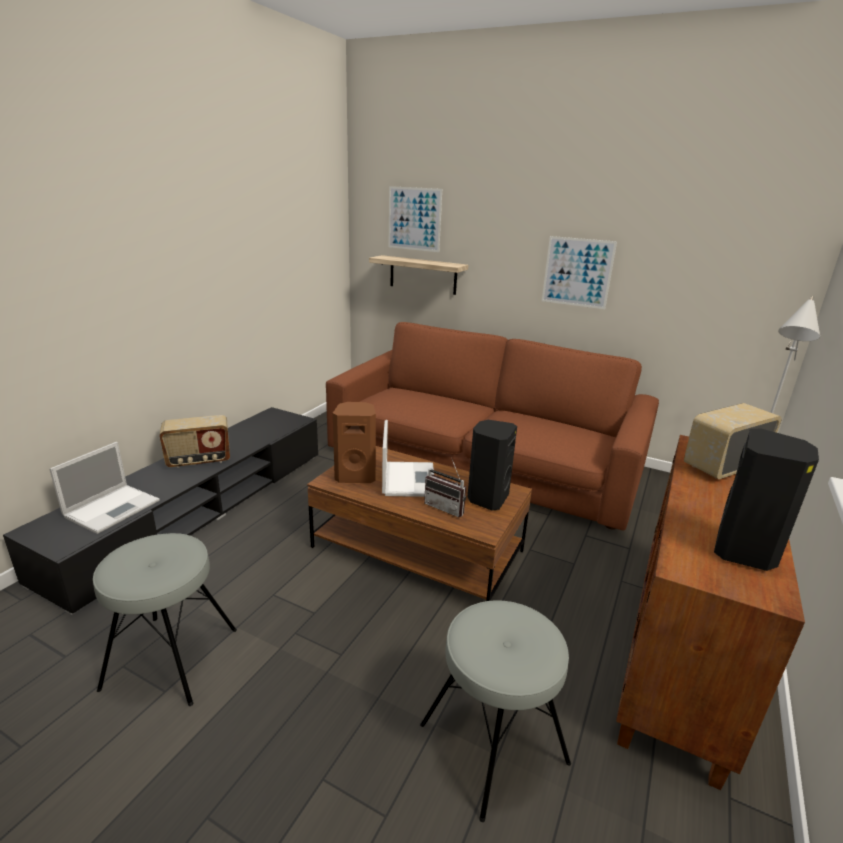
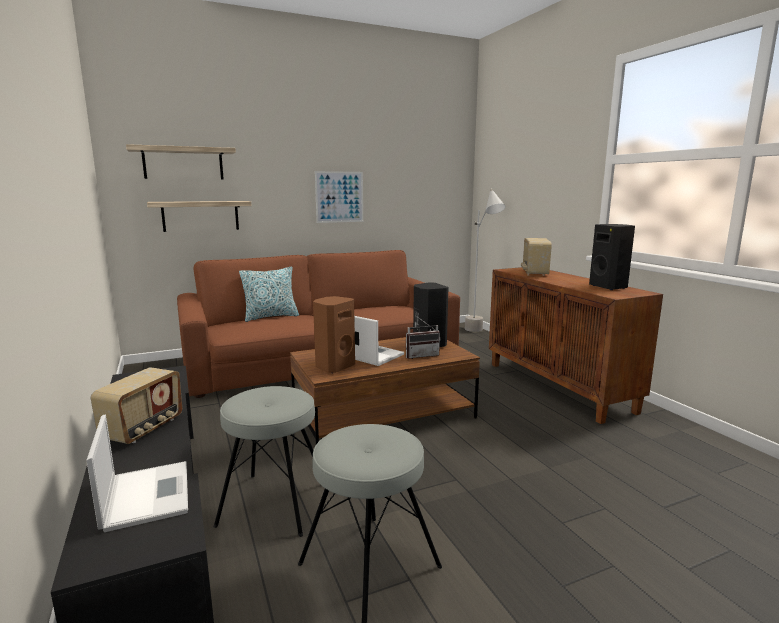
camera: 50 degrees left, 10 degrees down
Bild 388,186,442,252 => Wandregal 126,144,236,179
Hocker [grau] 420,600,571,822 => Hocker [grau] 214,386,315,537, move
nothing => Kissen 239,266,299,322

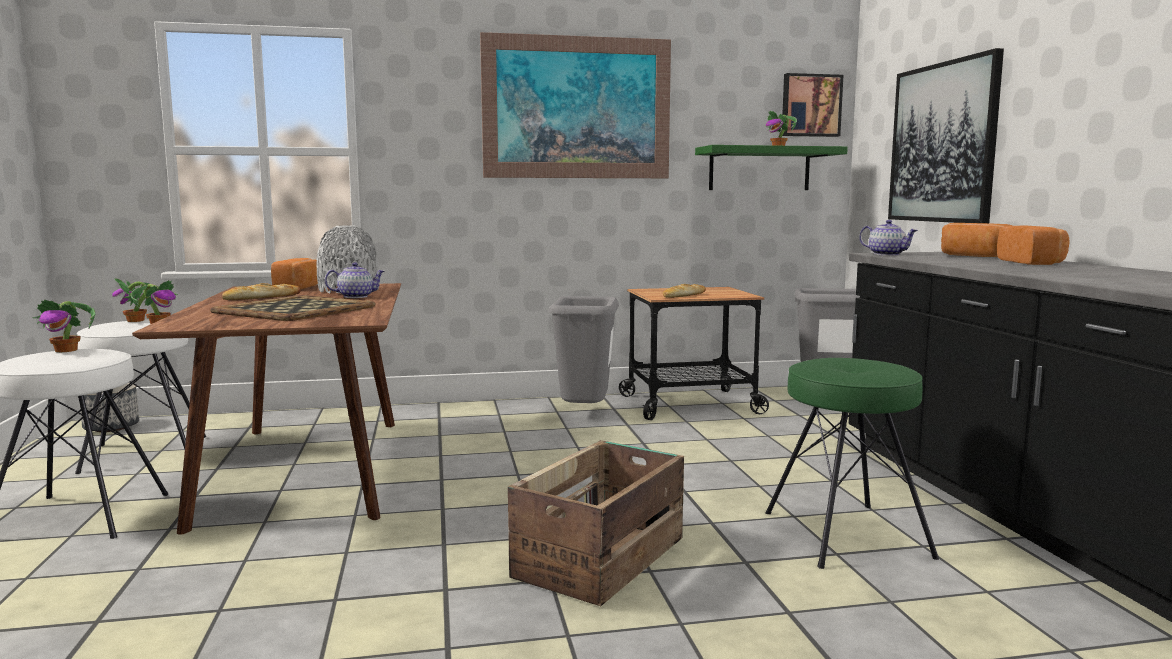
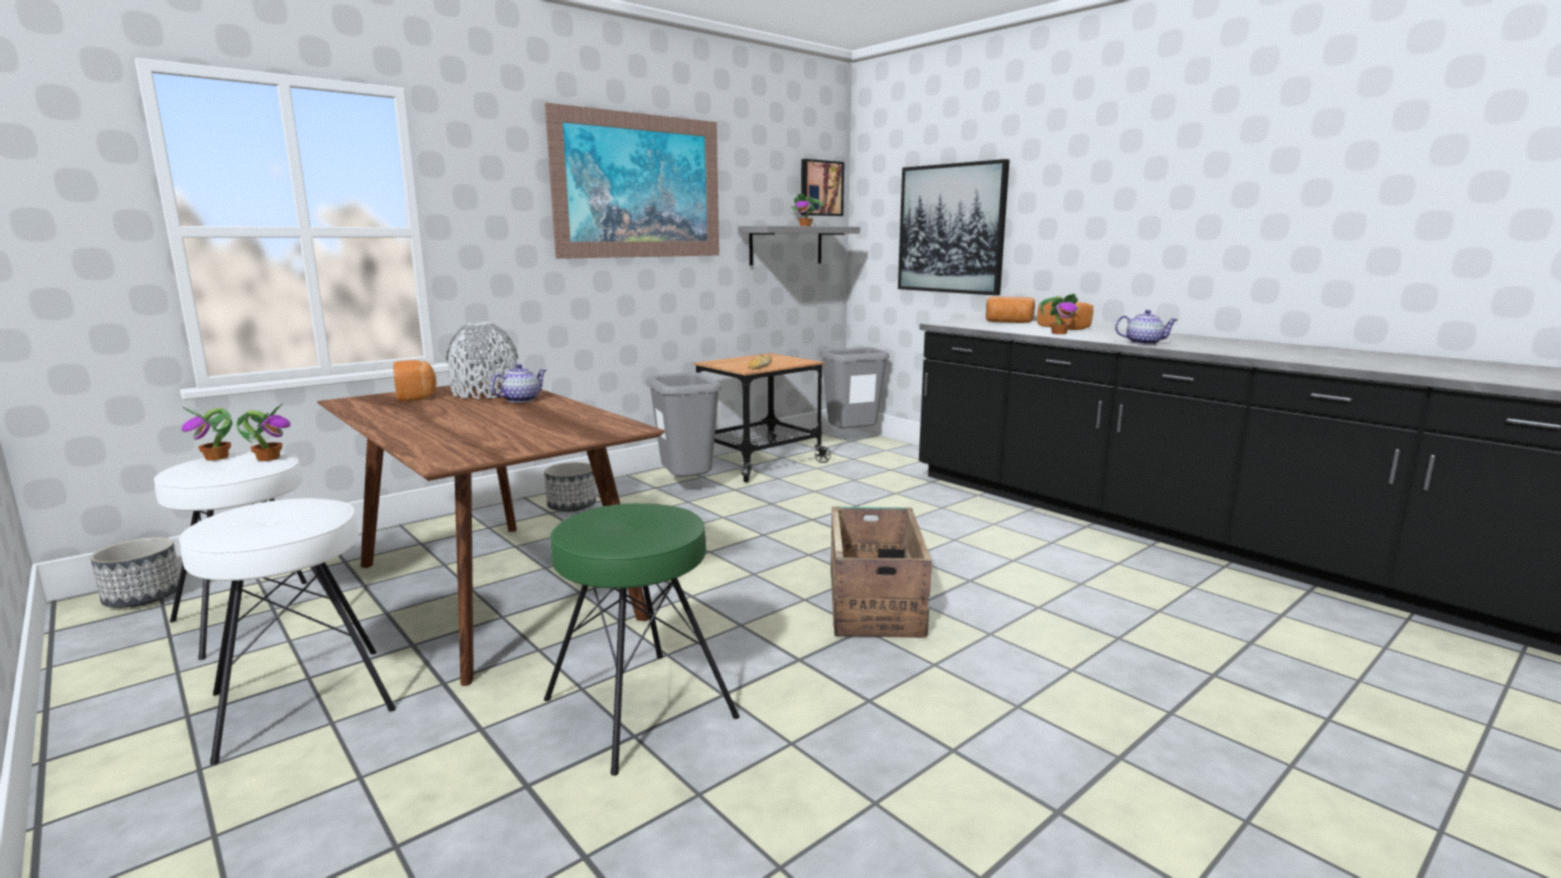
camera: 30 degrees left, 5 degrees up
Wandregal [grün] 695,145,848,190 => Wandregal [grau] 738,226,860,266
Teekanne 859,220,918,256 => Teekanne 1115,310,1178,345, move
Brot 222,283,301,300 => nothing
Tablett 210,295,376,321 => nothing
Topfpflanze 32,300,95,352 => Topfpflanze 1040,293,1080,334, move
Hocker [grün] 766,358,939,569 => Hocker [grün] 544,503,740,776, move
nothing => Pflanzkübel 544,462,596,512

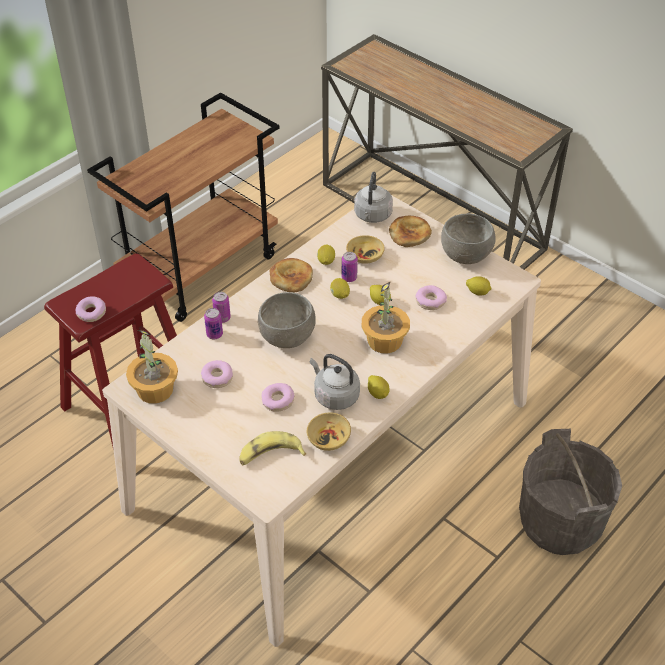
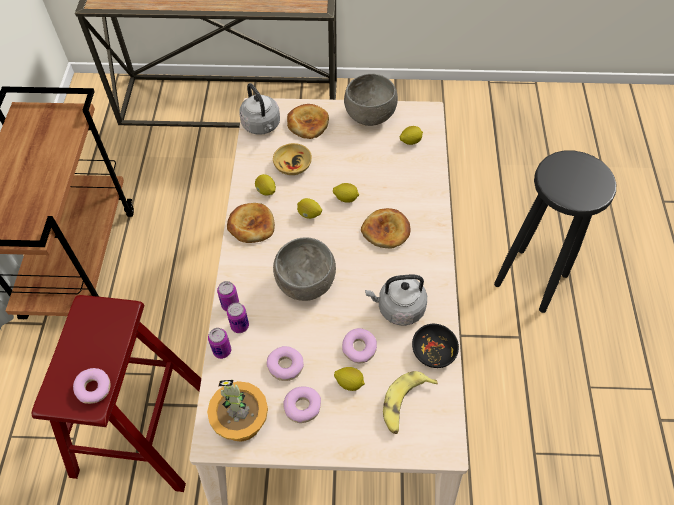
camera: 40 degrees left, 10 degrees up
Dose 342,252,358,282 => Dose 208,328,231,359, move
Topfpflanze 362,281,410,354 => Brot 361,208,411,249
Donut 416,285,447,310 => Donut 283,386,321,423, move
Zitrone 368,375,390,399 => Zitrone 334,367,365,391, move
Schüssel [beige] 307,412,351,451 => Schüssel [schwarz] 412,324,459,368
Eimer [grau] 519,429,622,555 => Hocker [schwarz] 494,150,616,313

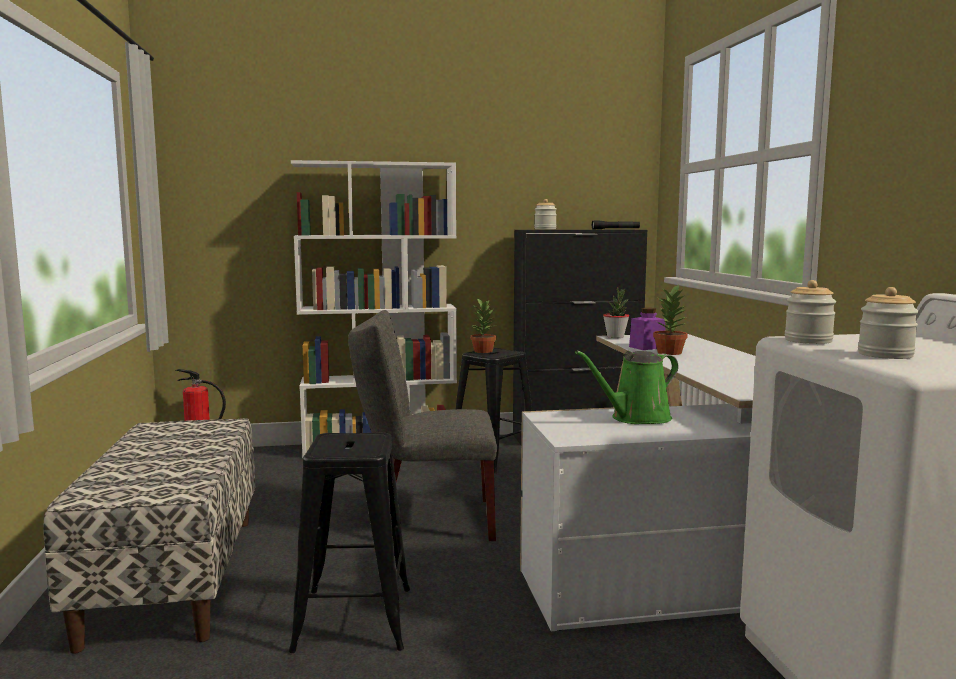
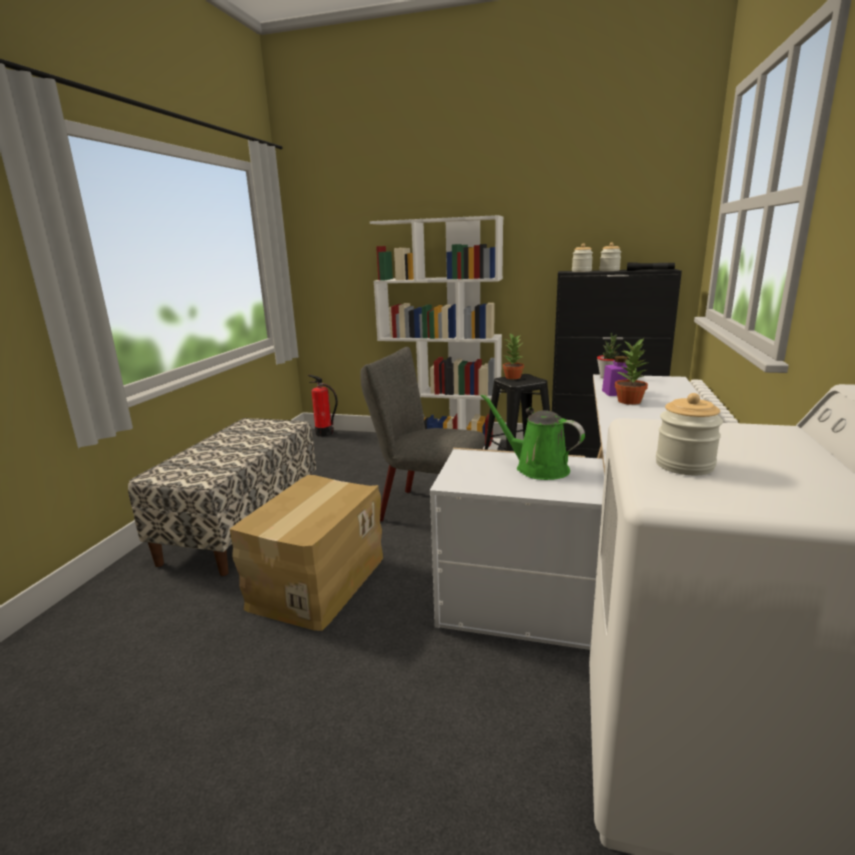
camera: 25 degrees right, 10 degrees up
Vorratsglas 785,280,836,344 => Vorratsglas 599,243,621,271, move
Gießkanne [grün] 575,351,678,424 => Gießkanne [grün] 481,394,585,480, 45 degrees clockwise
Hocker [schwarz] 289,432,410,653 => Karton 230,475,383,631

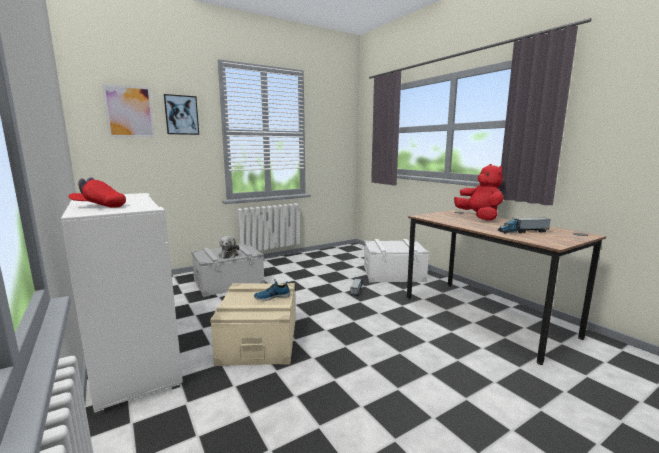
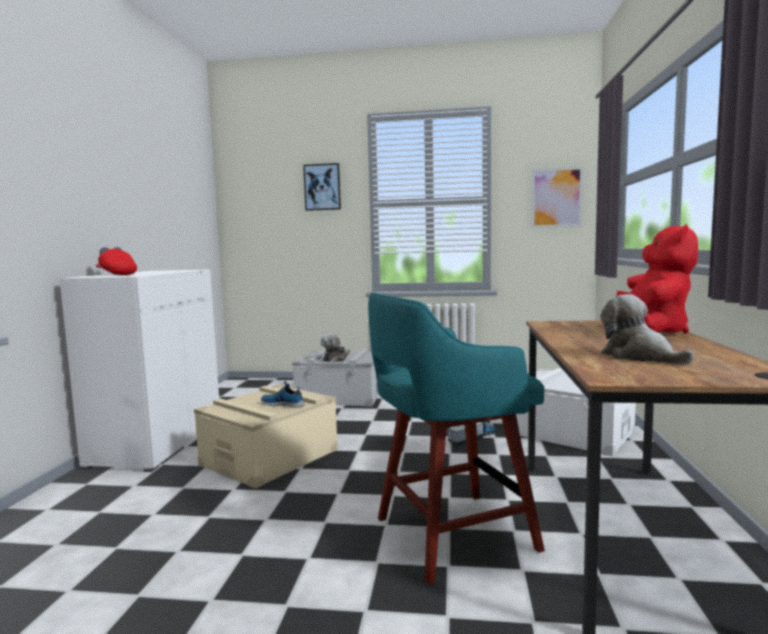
camera: 40 degrees right, 5 degrees down
Bild 102,83,155,138 => Bild 531,167,583,228, move
Spielzeuglaster 498,217,551,234 => Plüschtier 600,294,694,364
nothing => Hocker [türkis] 368,292,545,584

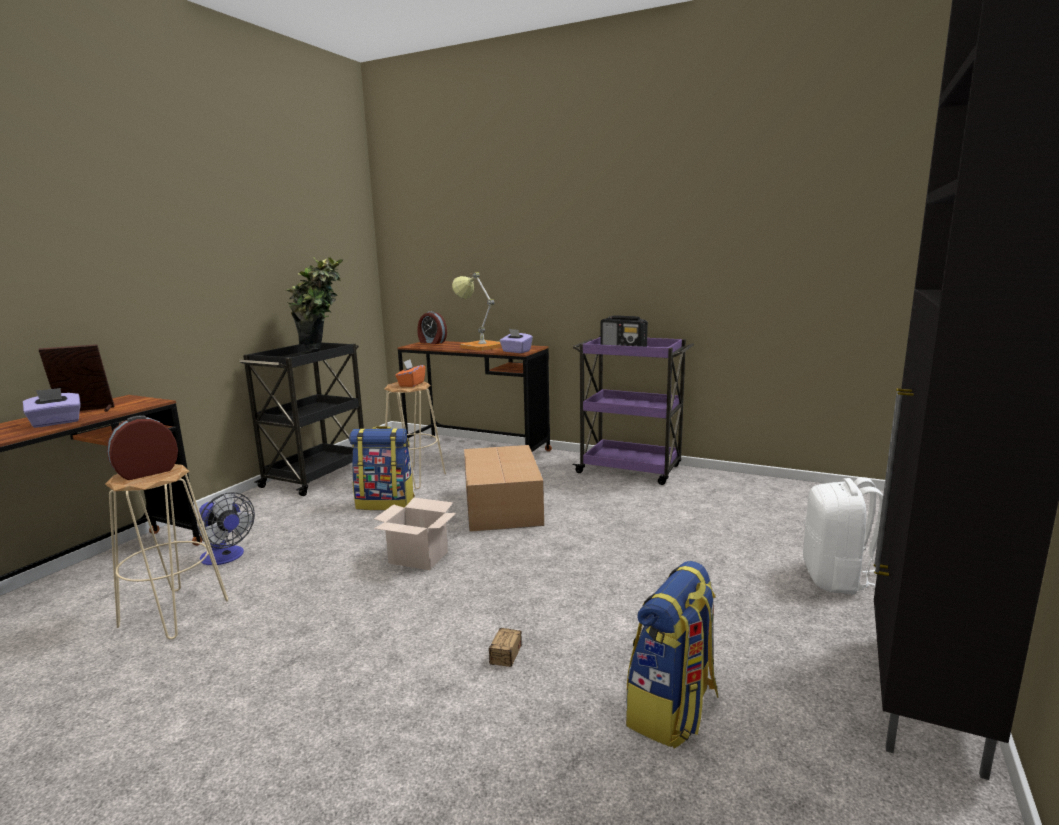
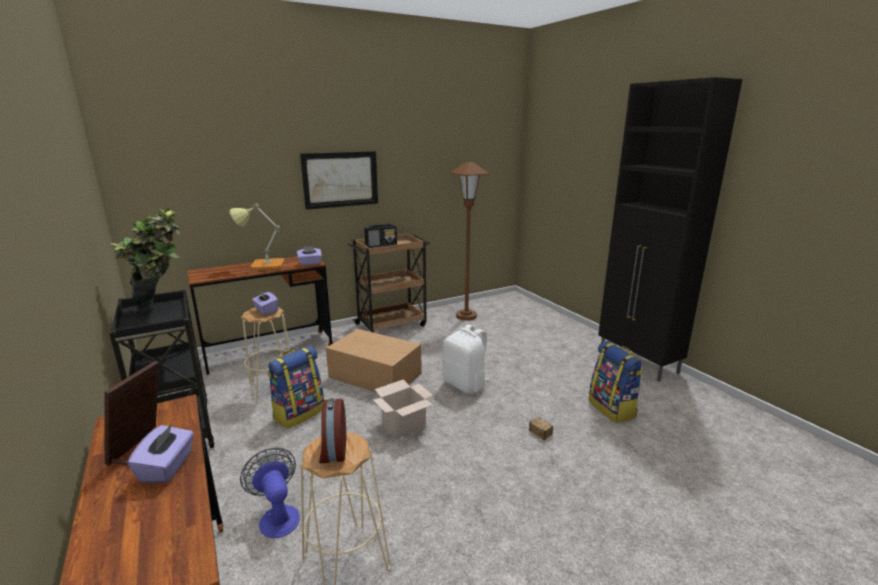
camera: 55 degrees left, 5 degrees up
Wecker 417,311,447,344 => nothing
Rollwagen [lila] 572,336,694,485 => Rollwagen [braun] 348,233,430,333
Taschentuchbox [orange] 395,360,426,387 => Taschentuchbox [lila] 252,290,278,315
Rucksack [weiß] 803,477,883,595 => Rucksack [weiß] 442,325,489,394, move
Ventilator 198,492,255,565 => Ventilator 240,448,300,538, 105 degrees counterclockwise
nothing => Bild 300,151,378,210
nothing => Stehlampe [braun] 450,162,489,321

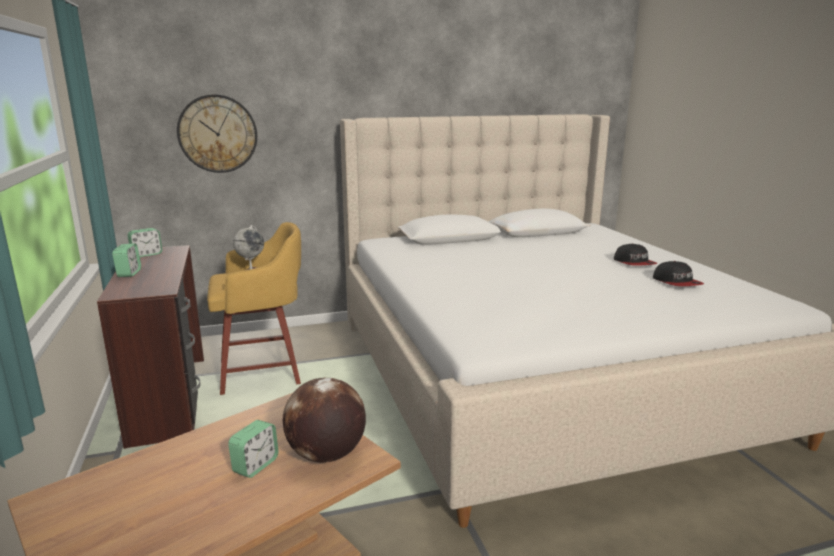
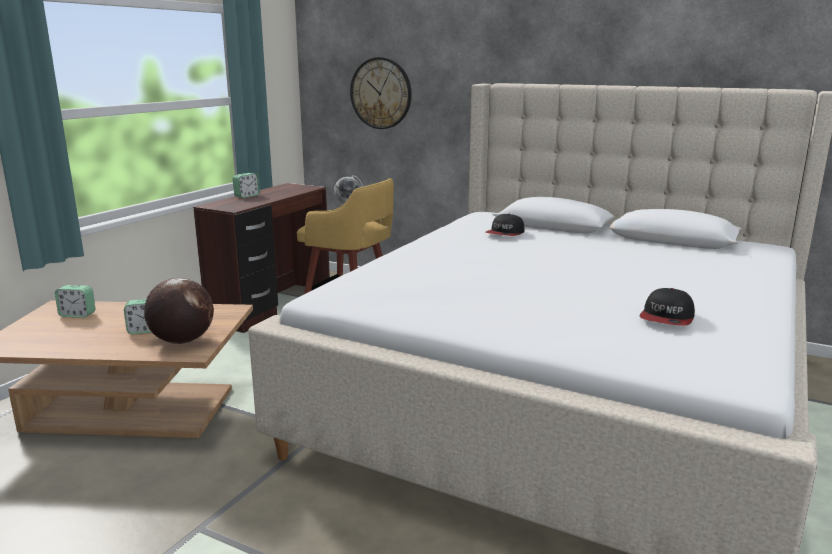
camera: 45 degrees right, 0 degrees up
Wecker 128,228,162,257 => Wecker 55,285,95,318, move
Kappe 614,243,658,266 => Kappe 485,214,524,236, move

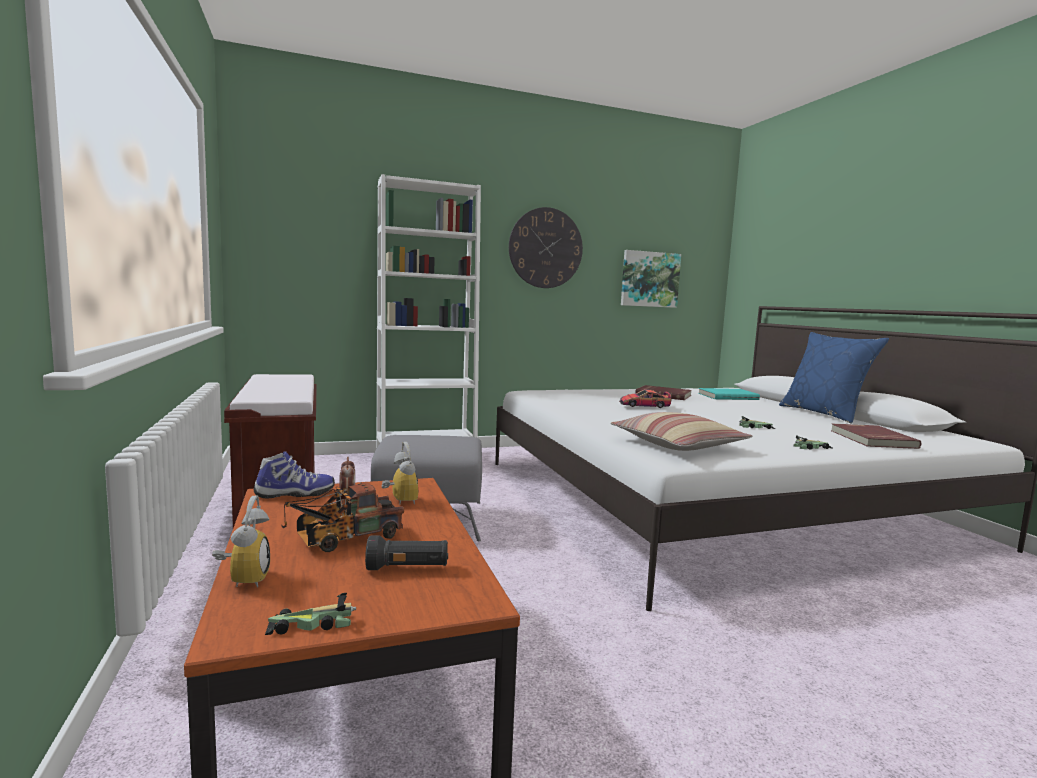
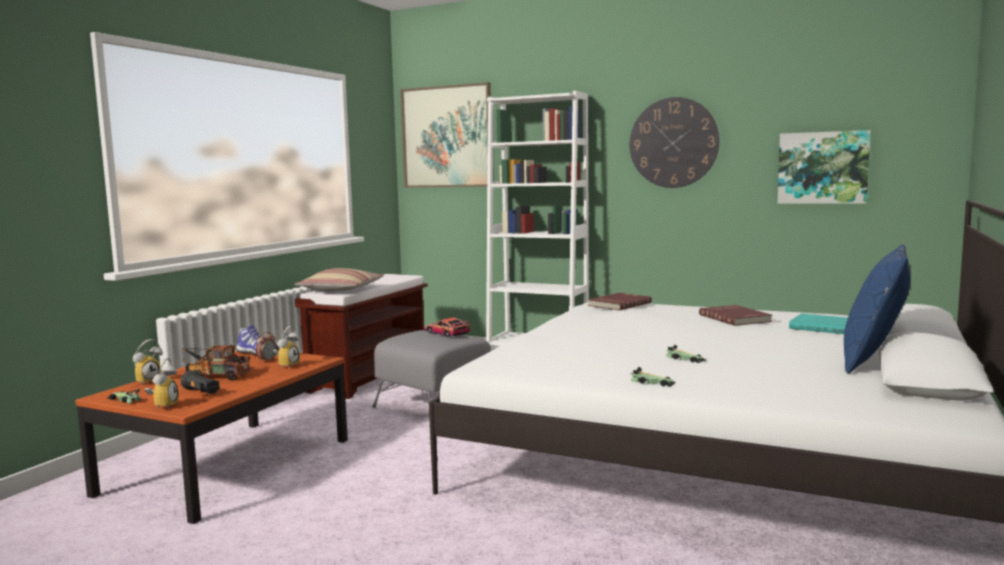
camera: 45 degrees right, 0 degrees up
Spielzeugauto 619,389,672,408 => Spielzeugauto 424,317,470,337, move
Kissen 610,412,753,451 => Kissen 295,268,384,292, move
Buch [rot] 831,424,921,449 => Buch [rot] 588,293,652,310, move
nothing => Bild 400,82,491,188
nothing => Wecker 144,358,179,409

